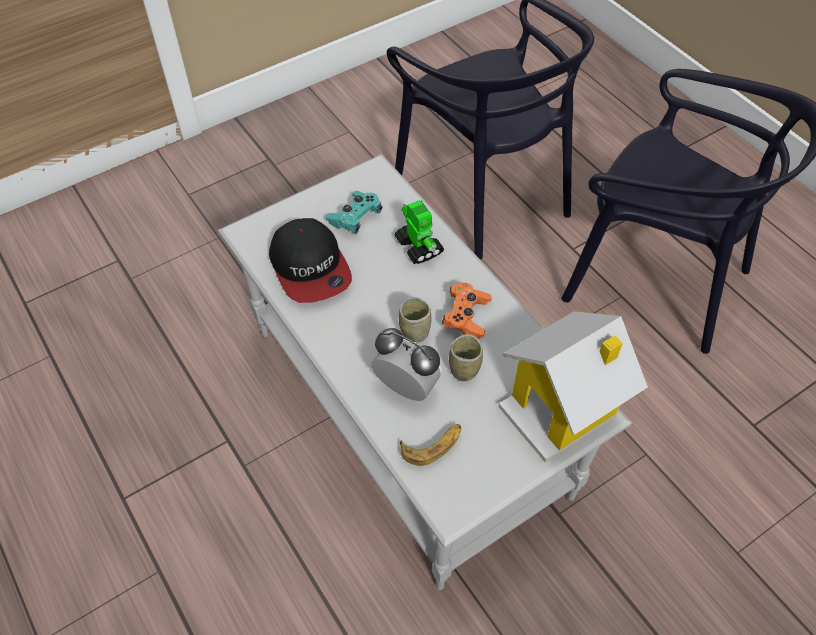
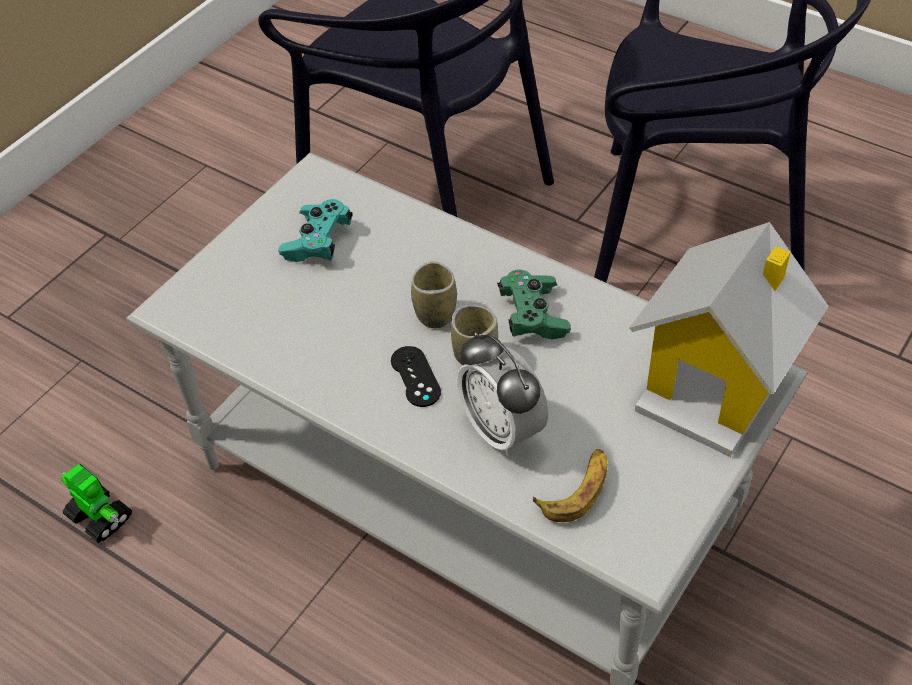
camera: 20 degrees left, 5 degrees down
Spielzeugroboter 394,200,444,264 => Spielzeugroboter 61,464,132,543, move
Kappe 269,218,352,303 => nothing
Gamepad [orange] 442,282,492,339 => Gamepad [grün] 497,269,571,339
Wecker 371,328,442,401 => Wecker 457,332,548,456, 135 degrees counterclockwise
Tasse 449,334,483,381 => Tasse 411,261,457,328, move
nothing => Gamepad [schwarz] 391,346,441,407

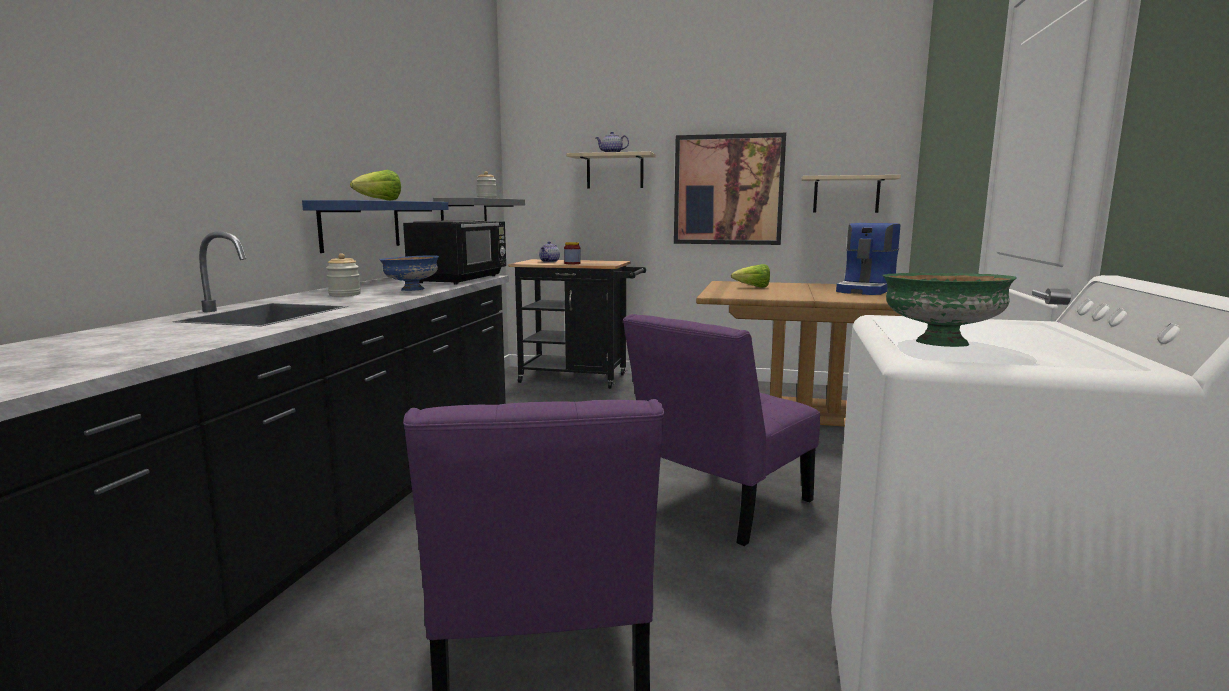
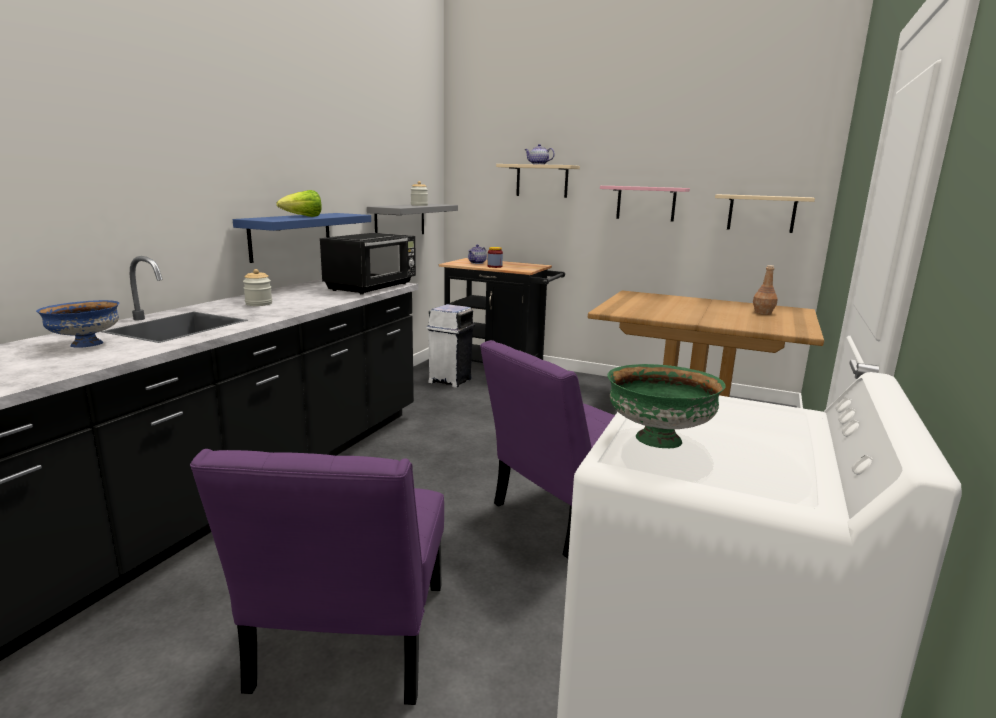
camera: 10 degrees right, 5 degrees up
Bild 674,133,786,245 => Wandregal [rosa] 600,186,690,222
Kaffeemaschine 836,223,900,295 => Flasche [braun] 753,265,778,315
Schüssel [blau] 379,255,439,291 => Schüssel [blau] 36,300,119,348, move
Salatkopf 731,264,770,288 => nothing
nothing => Mülleimer [weiß] 426,304,475,388

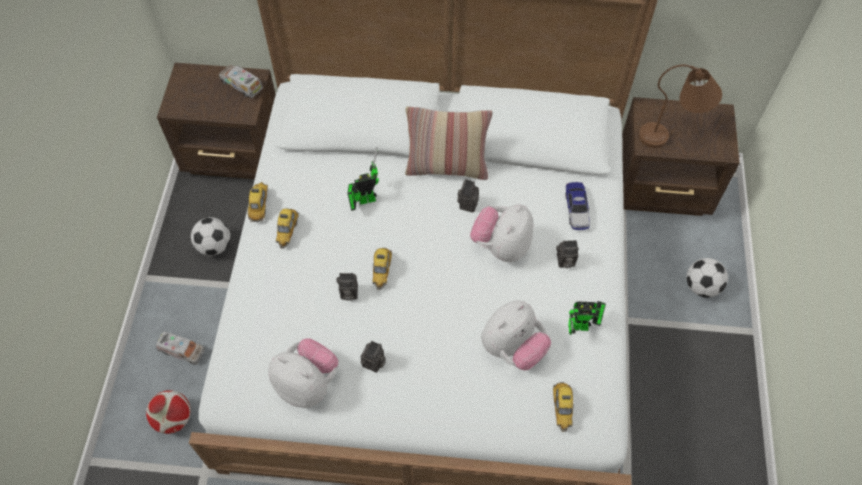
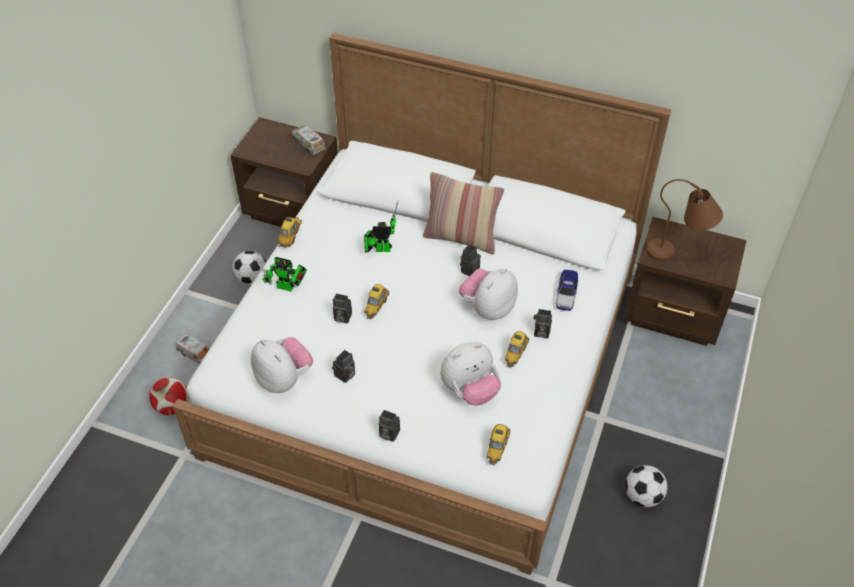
camera: 15 degrees right, 10 degrees down
Spielzeugauto 276,208,299,249 => Spielzeugauto 505,331,529,368, move
Fußball 687,258,728,298 => Fußball 625,465,668,507, move
Spielzeugroboter 569,301,606,335 => Spielzeugroboter 257,257,307,292, move
nothing => Kamera 379,410,400,442

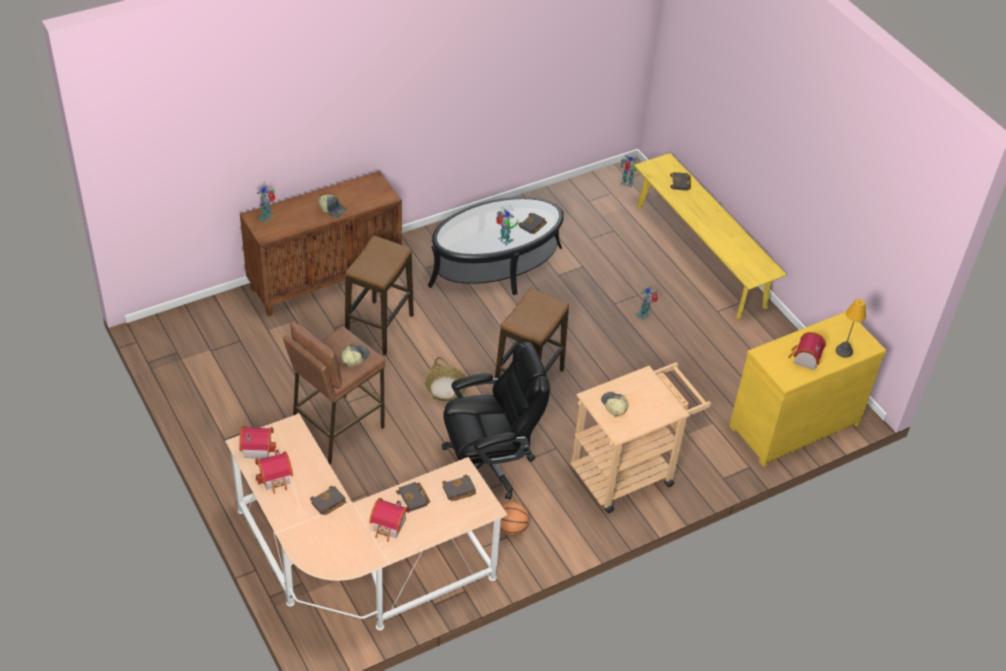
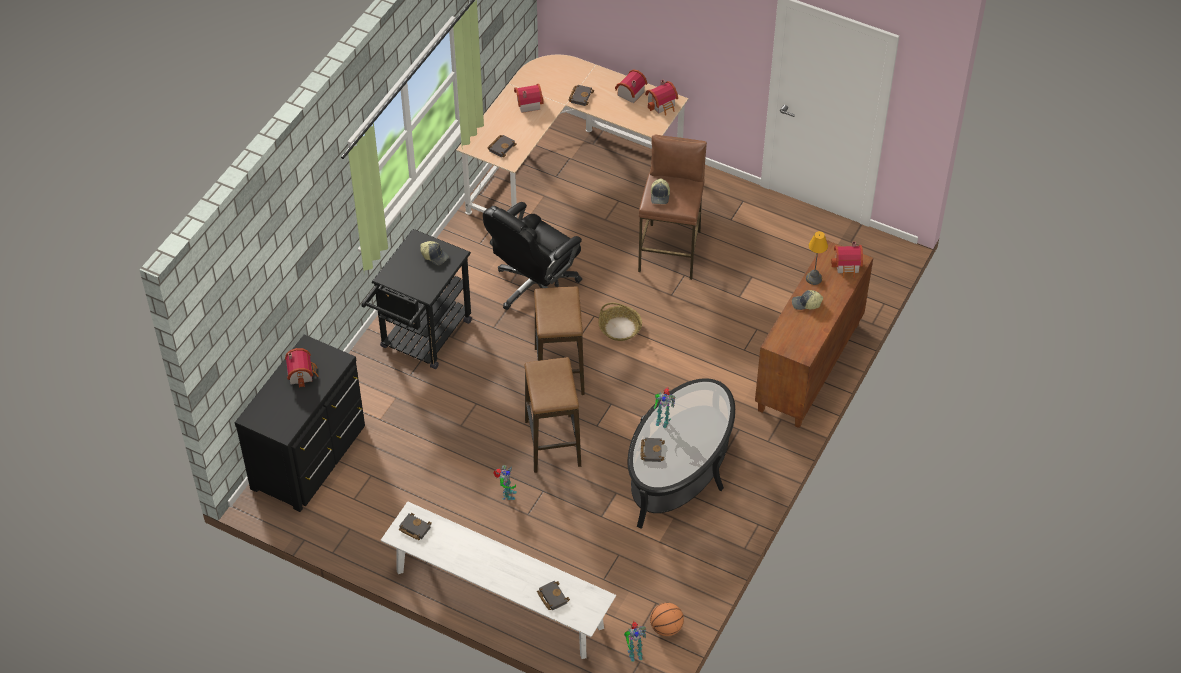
camera: 150 degrees right, 5 degrees up
Bank [gelb] 634,153,787,319 => Bank [weiß] 381,502,616,659
Spielzeugroboter 257,185,276,223 => Spielzeughaus 831,241,863,278
Hocker 345,236,414,355 => Hocker 524,357,581,473, move
Tischlampe 836,299,866,358 => Tischlampe 806,231,828,285, move
Kommode [gelb] 729,312,886,467 => Kommode [schwarz] 235,334,365,512
Rollwagen [beige] 570,362,711,513 => Rollwagen [schwarz] 361,229,472,369
Buch [schwarz] 396,482,430,512 => Buch [schwarz] 399,513,432,540, move
Basketball 500,502,530,536 => Basketball 650,603,684,636, move

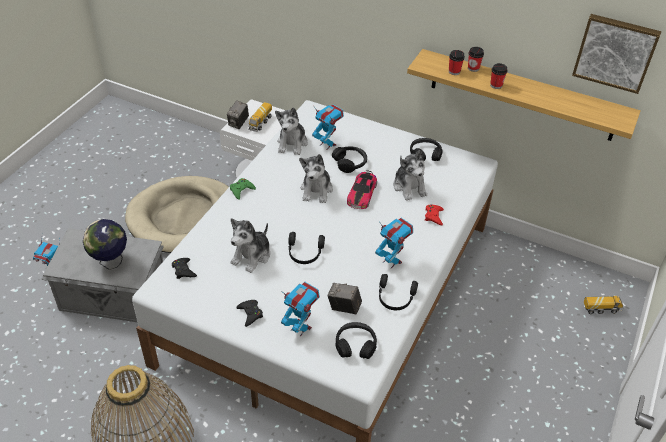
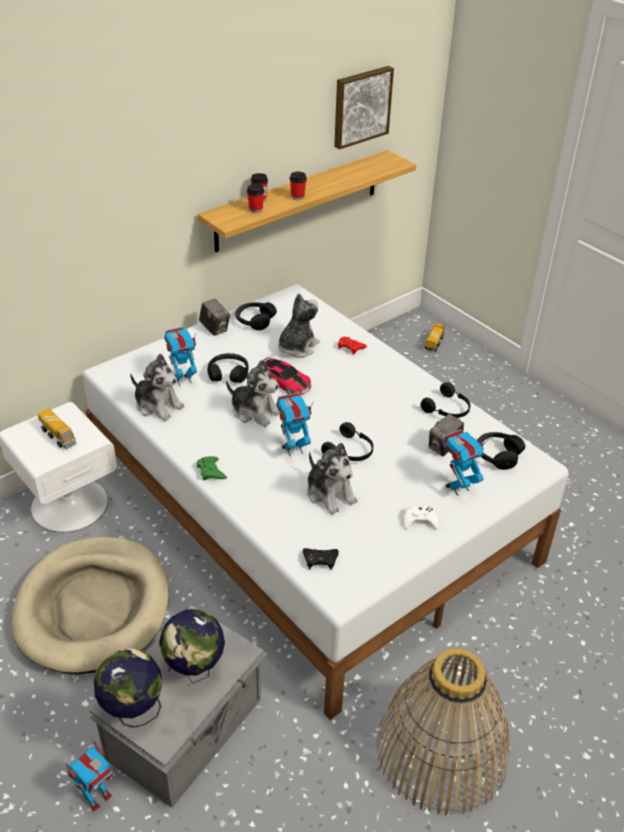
camera: 65 degrees left, 5 degrees down
Kamera 227,100,249,129 => Kamera 199,299,230,336, move
Plüschtier 393,150,427,201 => Plüschtier 278,293,320,358, 60 degrees counterclockwise
Spielzeugroboter 375,218,413,268 => Spielzeugroboter 276,393,313,457, move
Gamepad [schwarz] 236,300,263,327 => Gamepad [weiß] 404,505,439,530
nothing => Globus 94,649,162,728

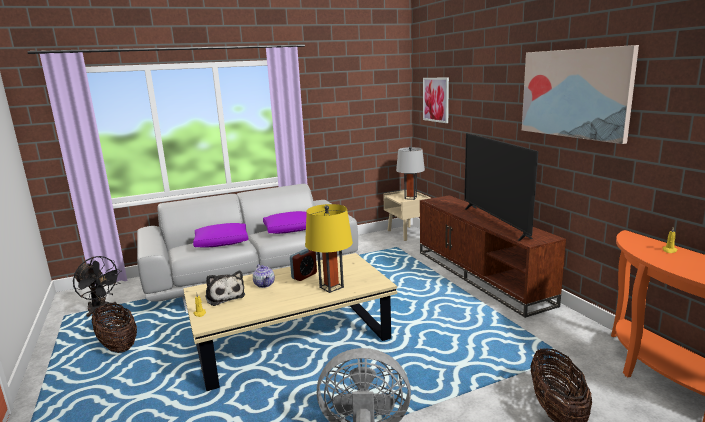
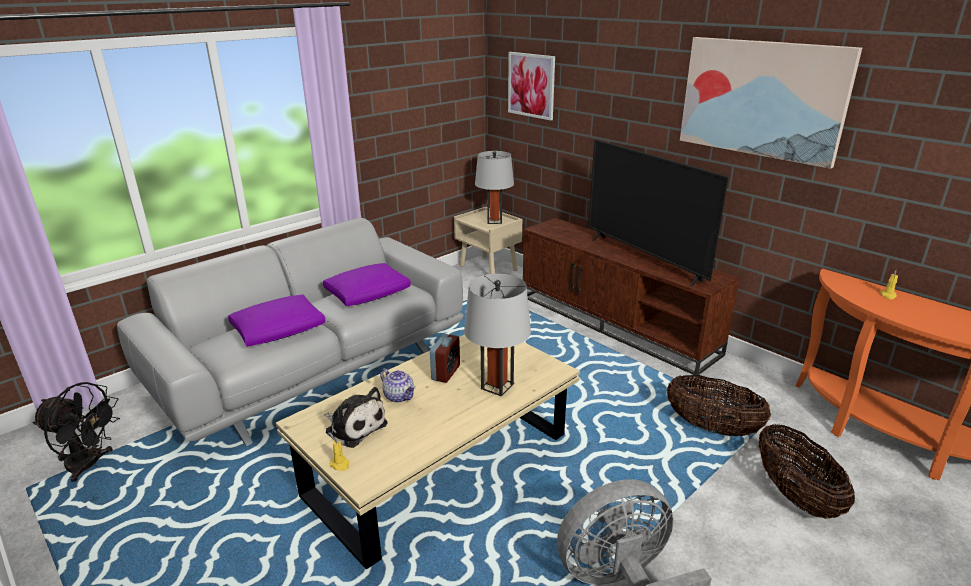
camera: 20 degrees left, 10 degrees up
Tischlampe [gelb] 305,204,353,293 => Tischlampe [grau] 464,274,531,397
Korb 92,303,137,353 => Korb 667,375,771,436, move

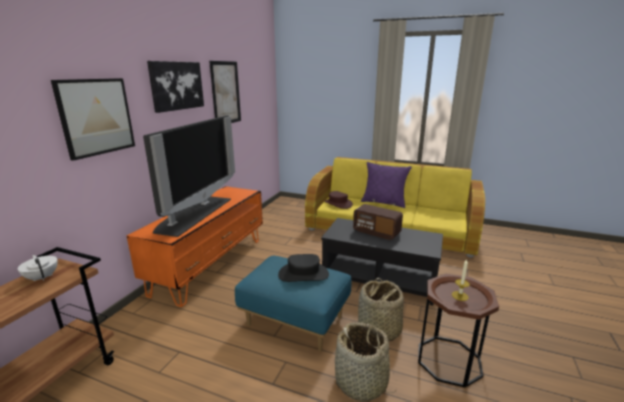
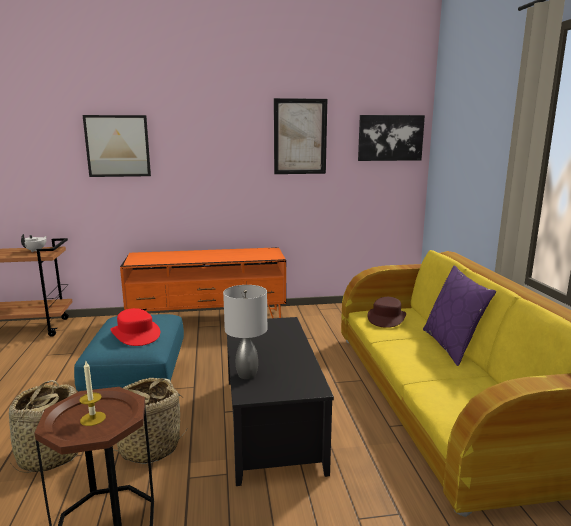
camera: 60 degrees right, 5 degrees down
Bild 147,61,204,113 => Bild 358,115,425,161, move
Fernseher 143,115,235,237 => nothing
Radio 353,204,403,240 => nothing
Hut [schwarz] 278,254,329,282 => Hut [rot] 110,308,160,346
nothing => Tischlampe [grau] 223,285,267,379

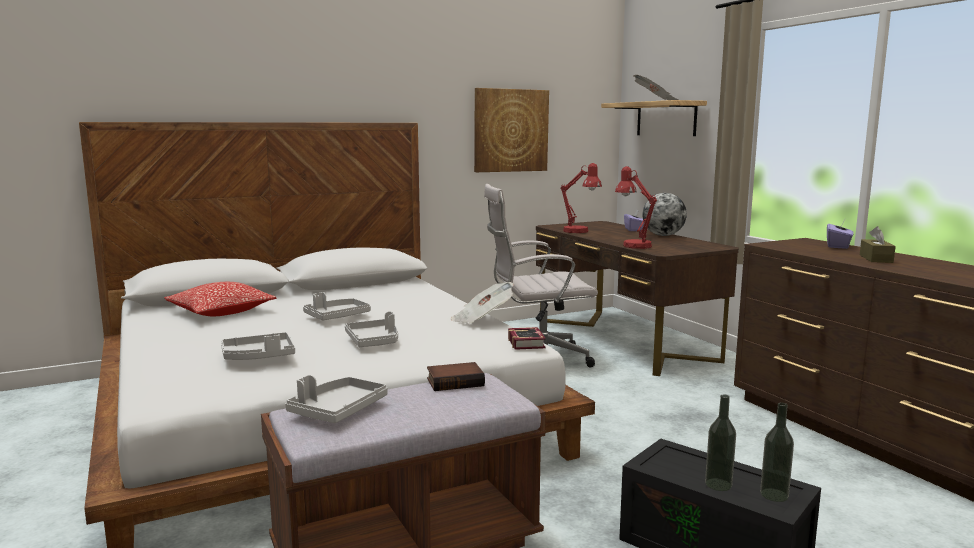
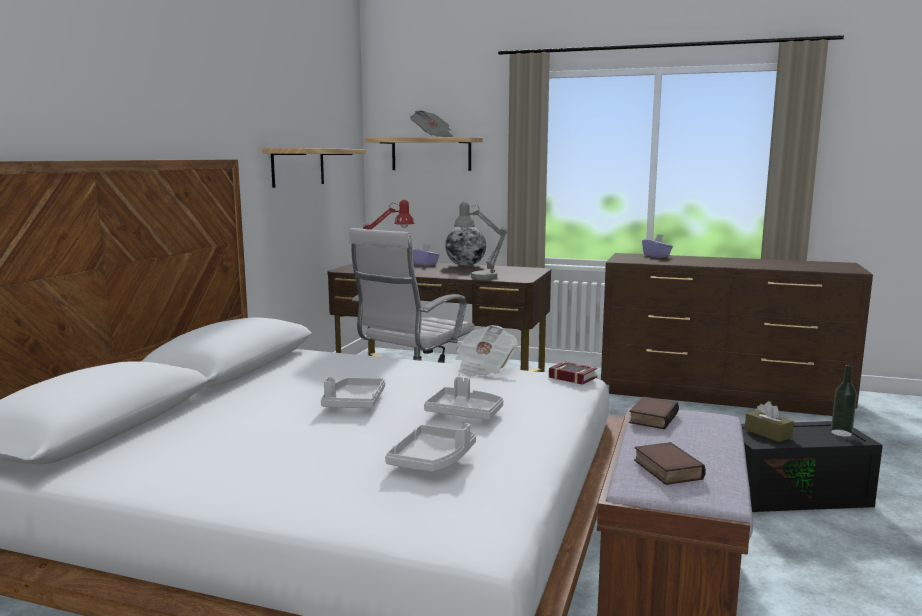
camera: 45 degrees left, 0 degrees up
Bild 474,88,549,172 => Wandregal 262,148,366,188
Tischlampe [rot] 615,166,657,249 => Tischlampe [grau] 454,201,507,280
Taschentuchbox [braun] 860,226,896,263 => Taschentuchbox [braun] 745,401,794,442, move
Kissen 164,282,276,316 => nothing
Tablett [grau] 285,375,388,423 => Buch 634,442,706,485
Flasche 705,395,736,491 => nothing

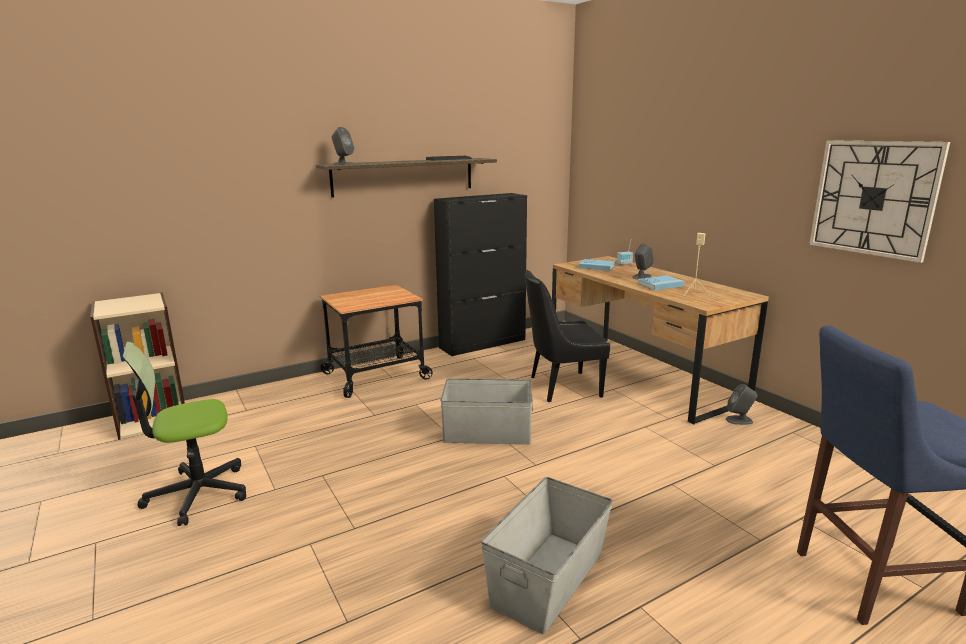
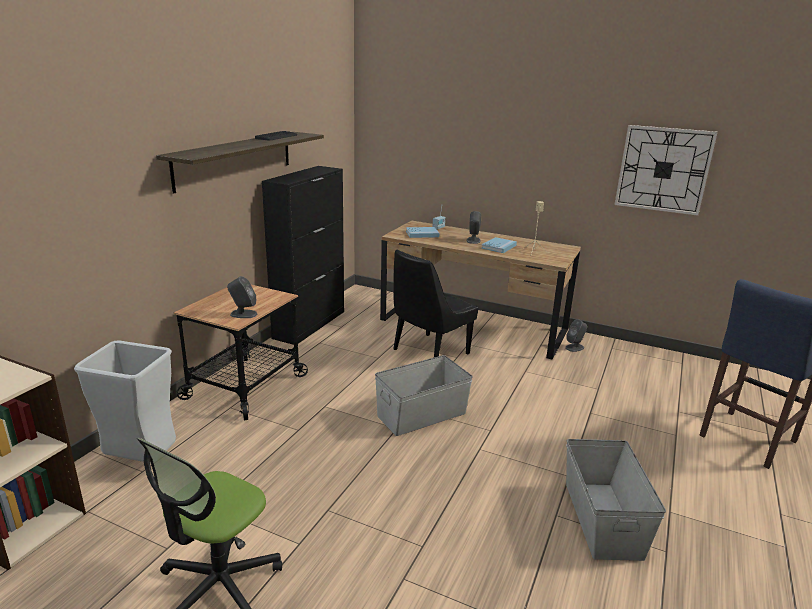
camera: 35 degrees left, 5 degrees up
Lautsprecher [grau] 332,127,354,165 => Lautsprecher [grau] 227,276,257,318, move
nothing => Mülleimer [grau] 74,340,176,463

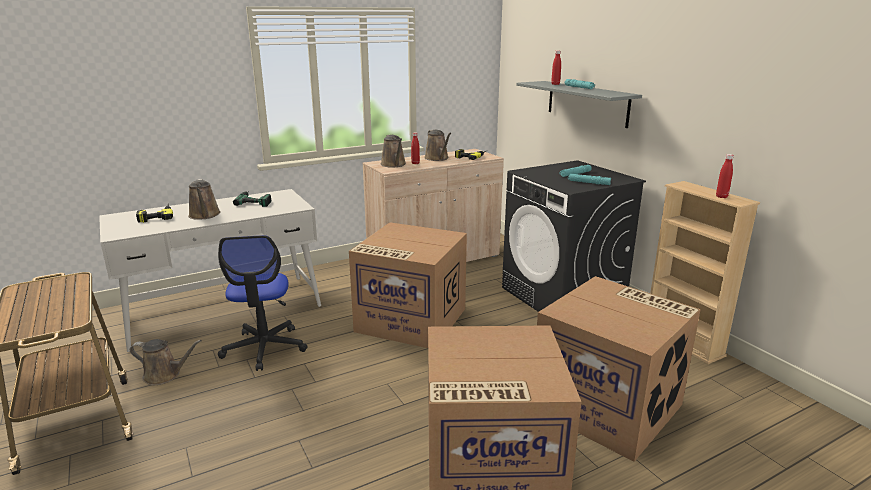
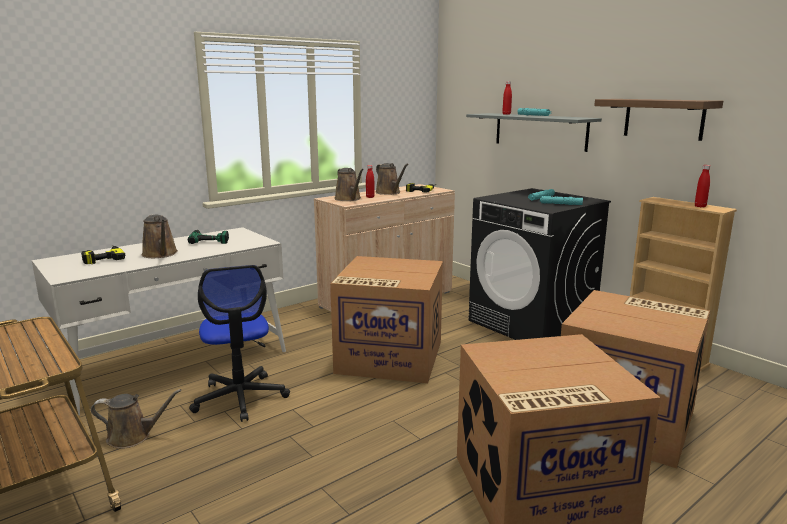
camera: 10 degrees left, 5 degrees down
nothing => Wandregal 594,99,723,141

